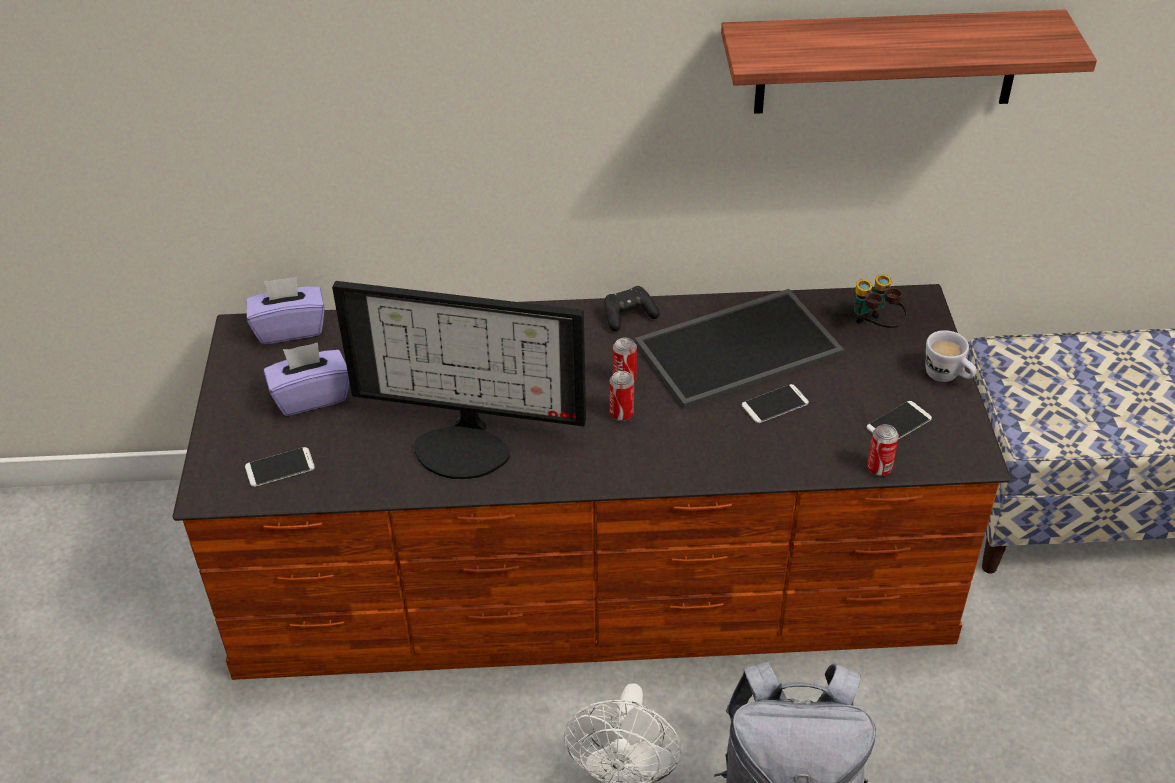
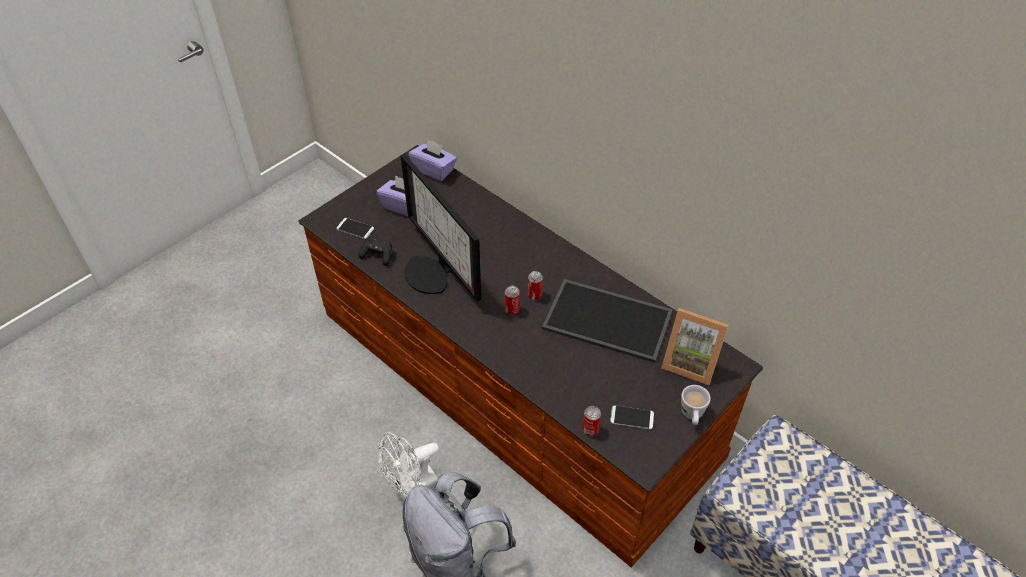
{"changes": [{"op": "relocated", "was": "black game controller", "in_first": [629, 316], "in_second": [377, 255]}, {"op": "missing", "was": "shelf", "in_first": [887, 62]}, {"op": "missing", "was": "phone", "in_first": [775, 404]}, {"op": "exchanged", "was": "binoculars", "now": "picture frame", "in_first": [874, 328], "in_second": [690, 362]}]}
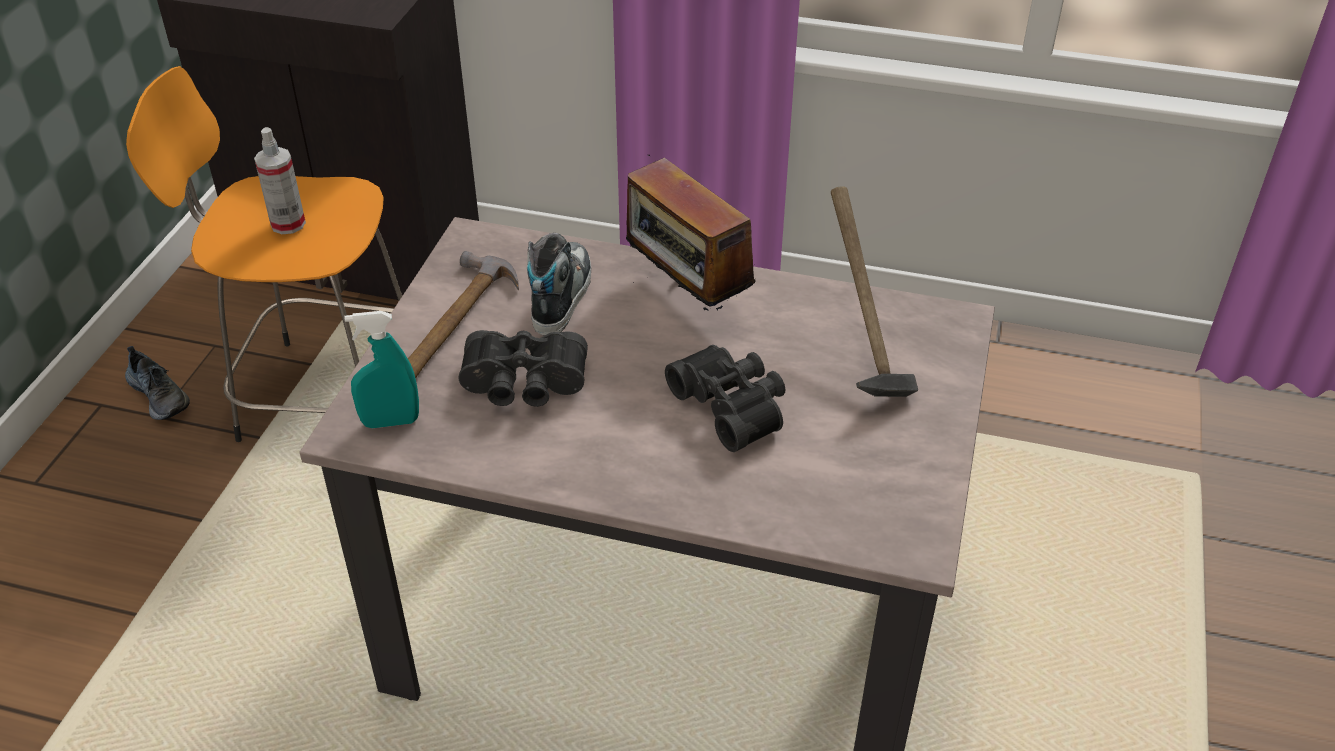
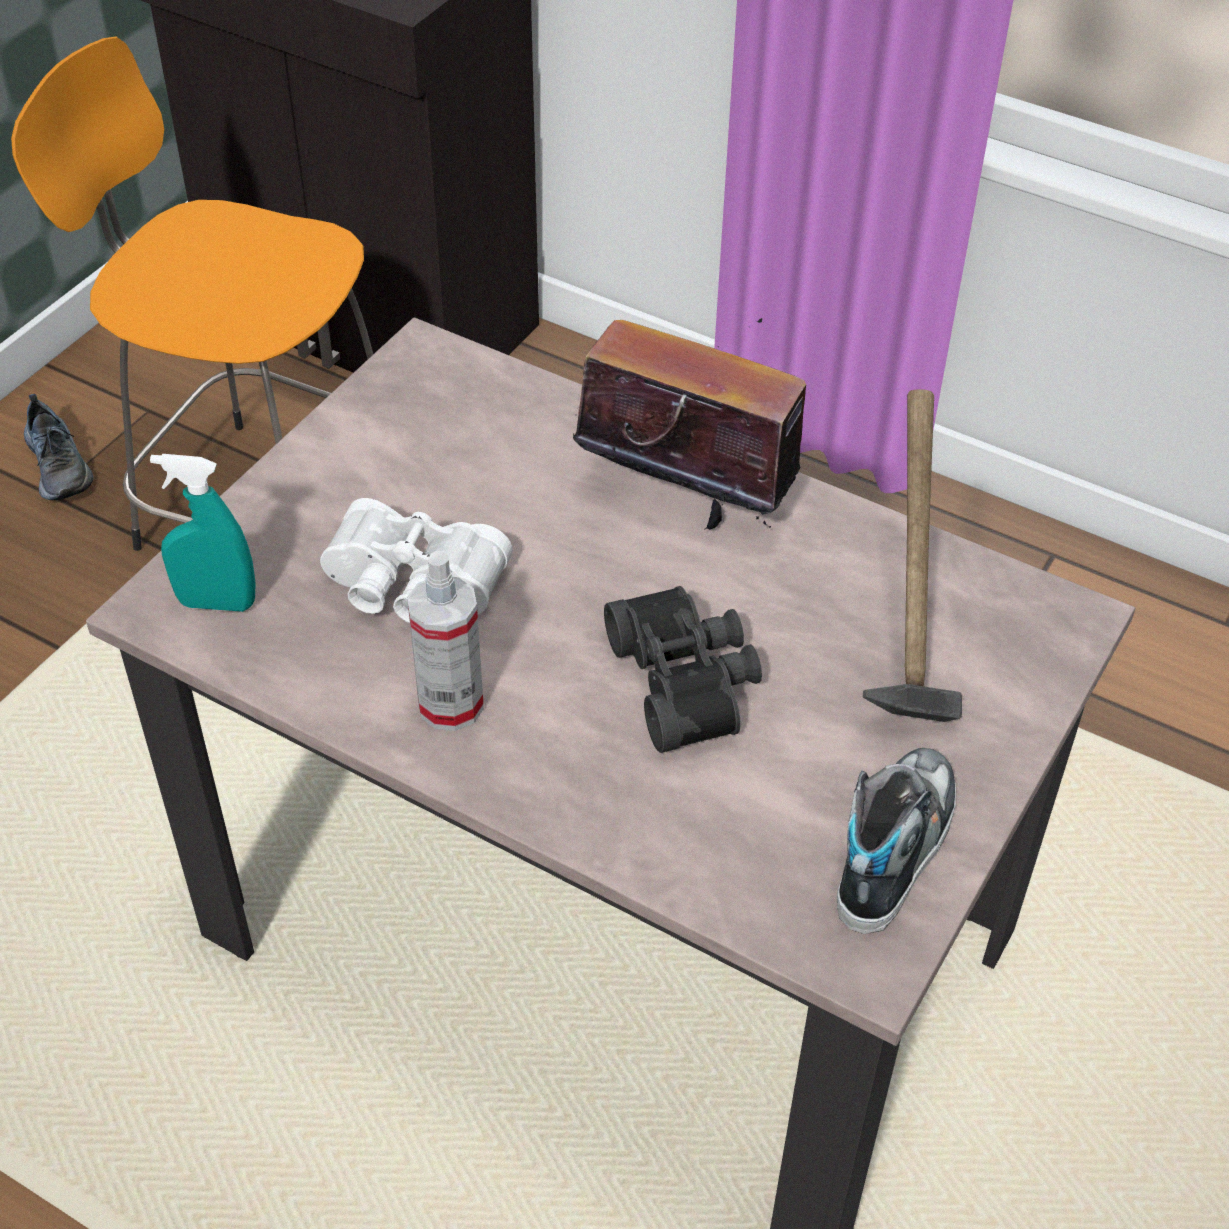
{"changes": [{"op": "relocated", "was": "spray bottle", "in_first": [288, 224], "in_second": [451, 705]}, {"op": "missing", "was": "hammer", "in_first": [454, 323]}, {"op": "colour", "was": "black binoculars", "now": "white binoculars", "in_first": [524, 385], "in_second": [411, 587]}, {"op": "relocated", "was": "shoe", "in_first": [560, 295], "in_second": [893, 847]}, {"op": "spun", "was": "radio", "in_first": [686, 297], "in_second": [685, 501], "clockwise": 135}]}
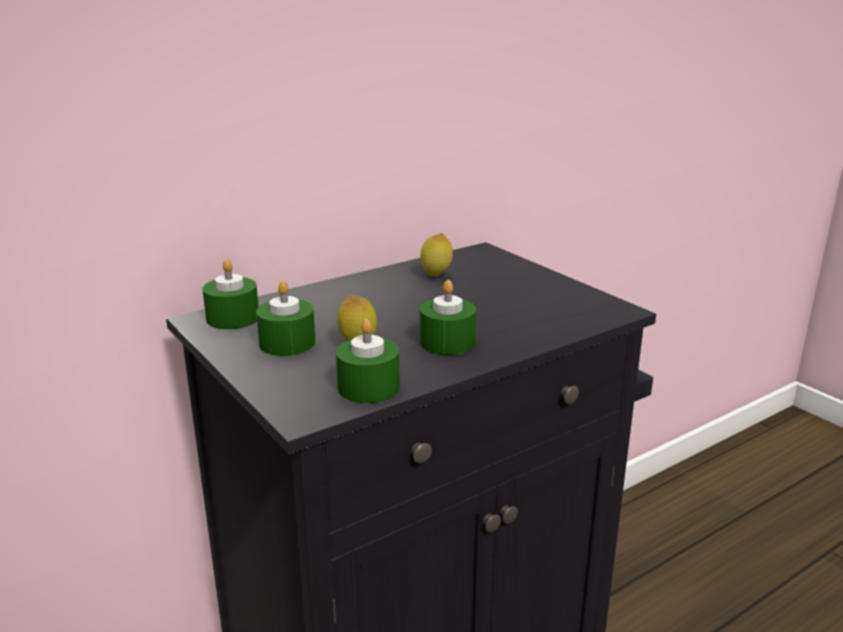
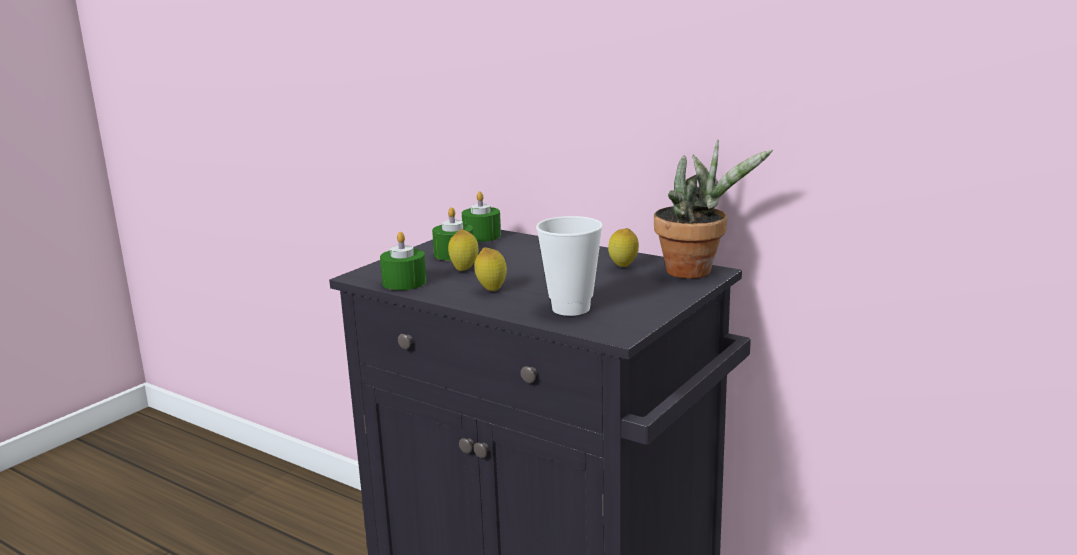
{"changes": [{"op": "exchanged", "was": "green candle", "now": "lemon", "in_first": [447, 342], "in_second": [491, 289]}, {"op": "appeared", "now": "cup", "in_second": [571, 308]}, {"op": "appeared", "now": "potted plant", "in_second": [696, 271]}]}
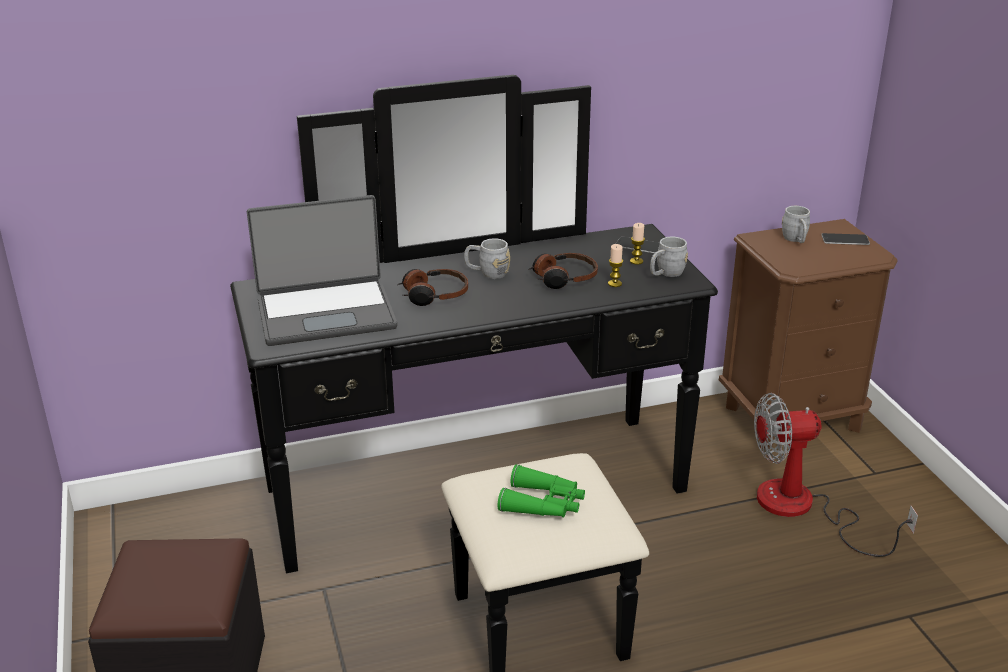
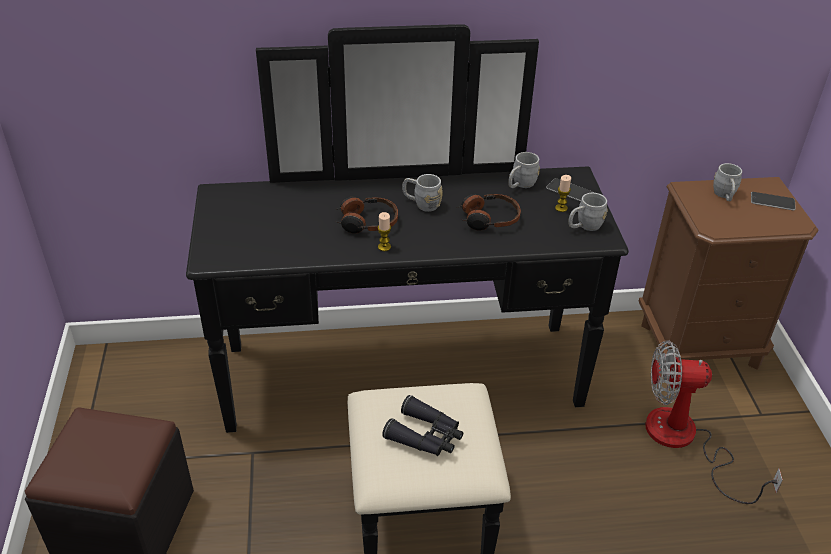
{"changes": [{"op": "missing", "was": "laptop", "in_first": [326, 313]}, {"op": "colour", "was": "green binoculars", "now": "black binoculars", "in_first": [543, 504], "in_second": [426, 436]}, {"op": "relocated", "was": "candle", "in_first": [614, 283], "in_second": [384, 247]}, {"op": "appeared", "now": "grey mug", "in_second": [520, 185]}]}
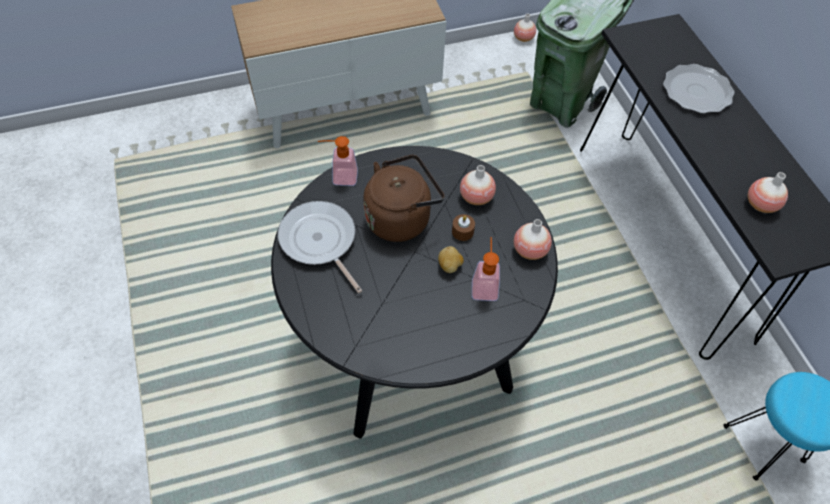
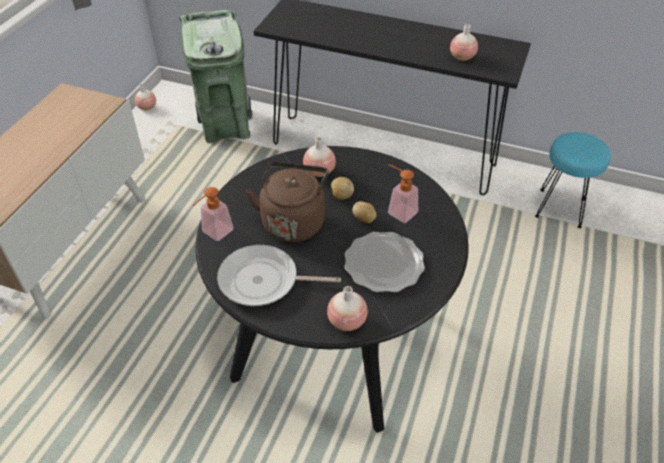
{"changes": [{"op": "exchanged", "was": "brown candle", "now": "potato", "in_first": [462, 231], "in_second": [341, 195]}, {"op": "relocated", "was": "vase", "in_first": [530, 250], "in_second": [347, 321]}, {"op": "relocated", "was": "plate", "in_first": [696, 91], "in_second": [383, 264]}]}
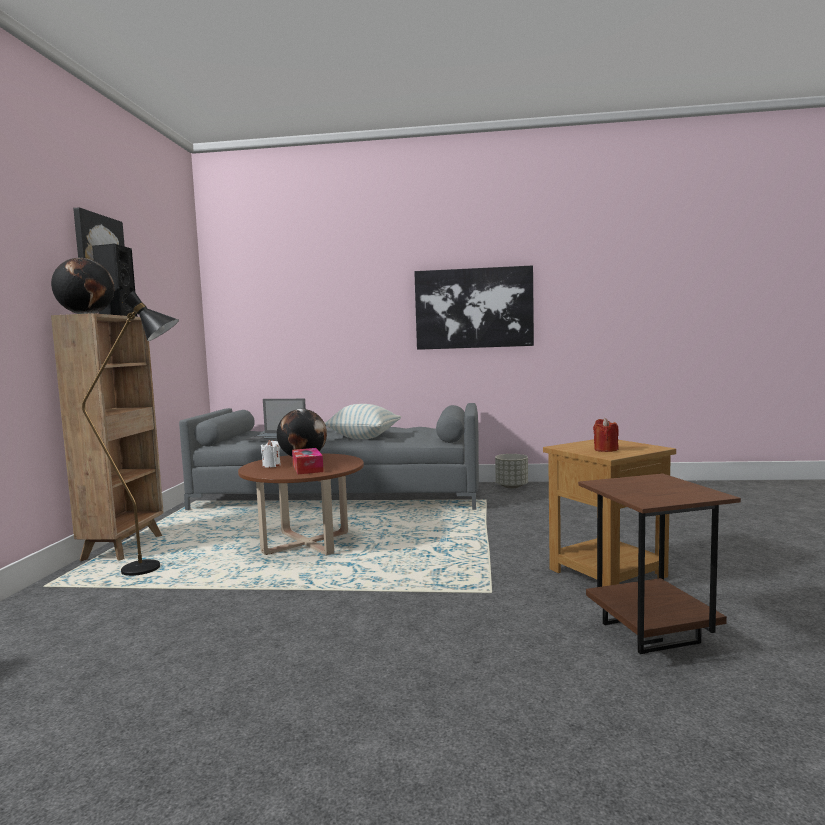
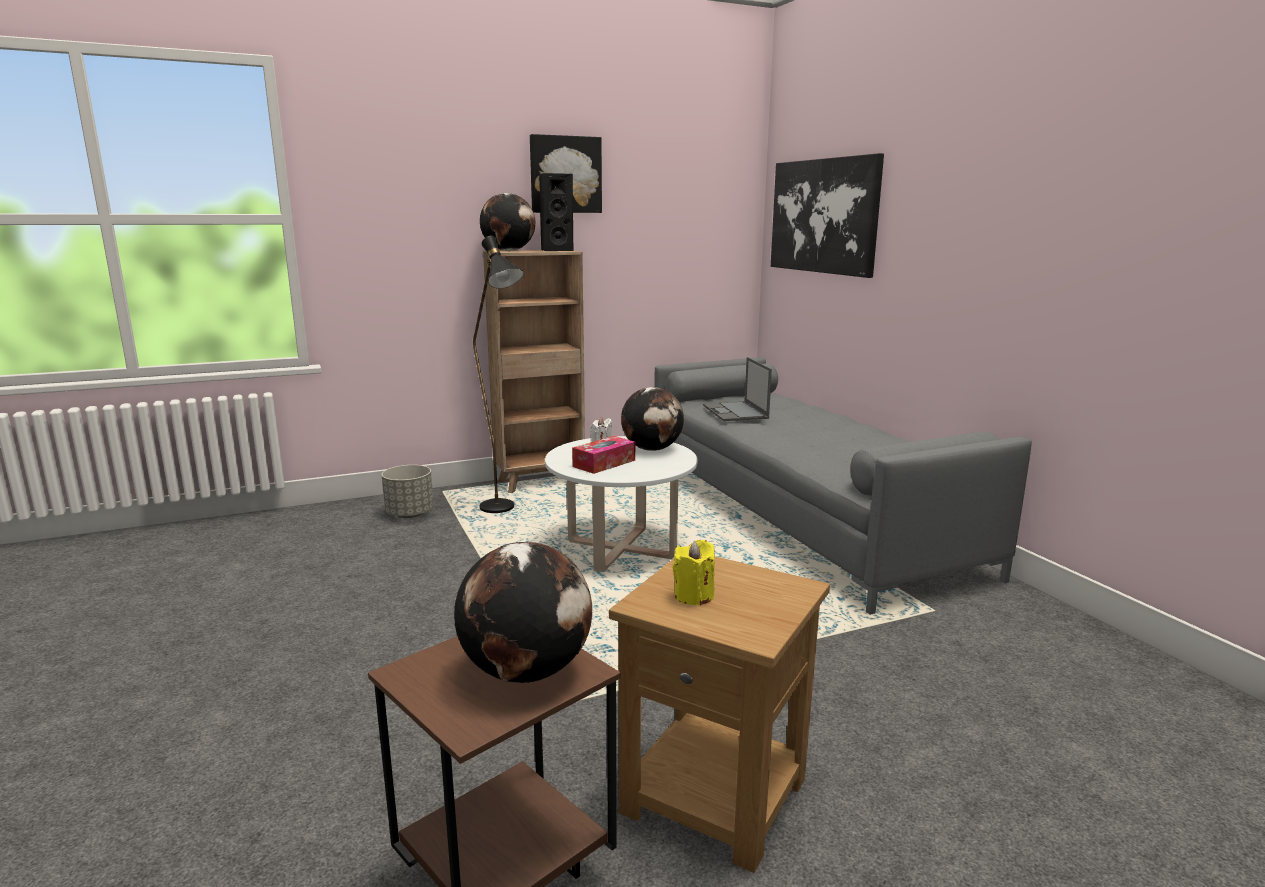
{"changes": [{"op": "colour", "was": "brown coffee table", "now": "white coffee table", "in_first": [306, 544], "in_second": [621, 550]}, {"op": "missing", "was": "pillow", "in_first": [363, 437]}, {"op": "relocated", "was": "picture", "in_first": [473, 308], "in_second": [823, 216]}, {"op": "relocated", "was": "grey planter", "in_first": [512, 486], "in_second": [410, 514]}, {"op": "colour", "was": "red candle", "now": "yellow candle", "in_first": [605, 450], "in_second": [694, 596]}, {"op": "appeared", "now": "globe", "in_second": [526, 671]}]}
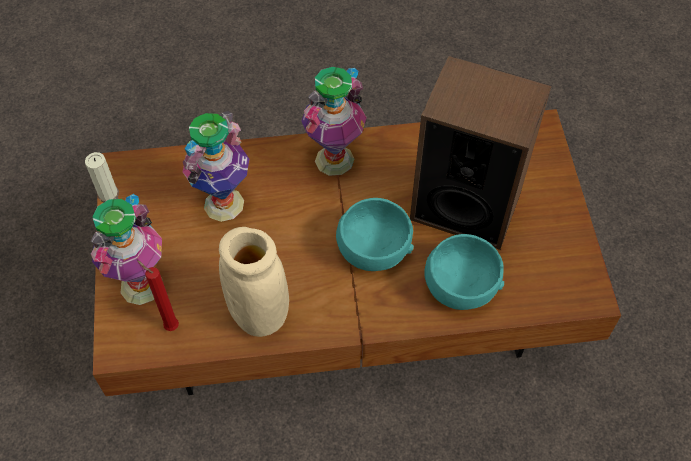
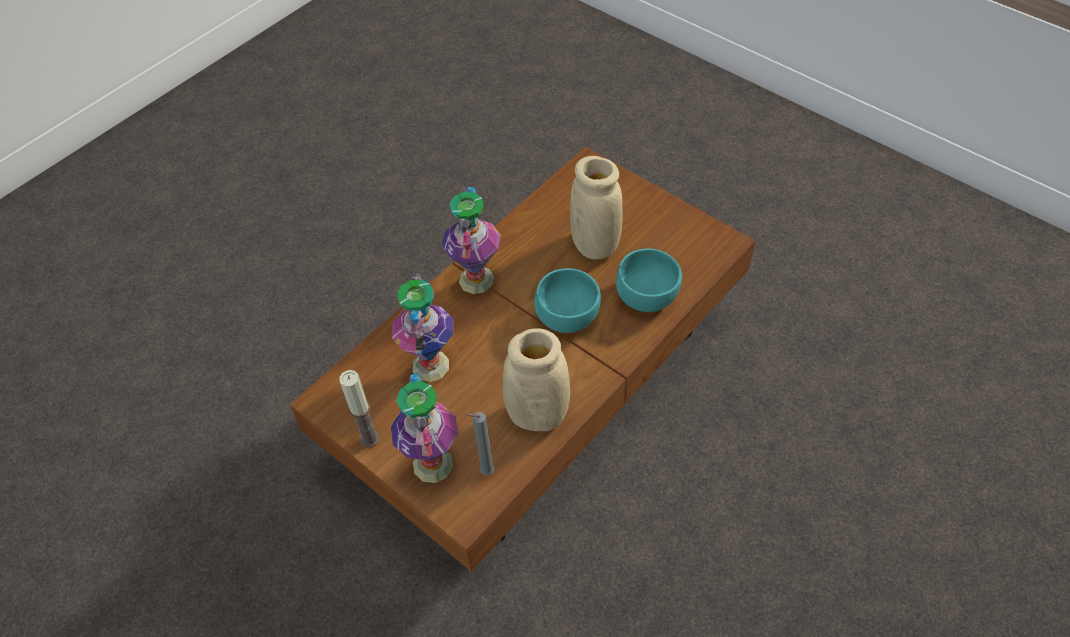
{"changes": [{"op": "colour", "was": "red candle", "now": "grey candle", "in_first": [169, 325], "in_second": [485, 472]}, {"op": "exchanged", "was": "speaker", "now": "beige vase", "in_first": [465, 205], "in_second": [595, 245]}]}
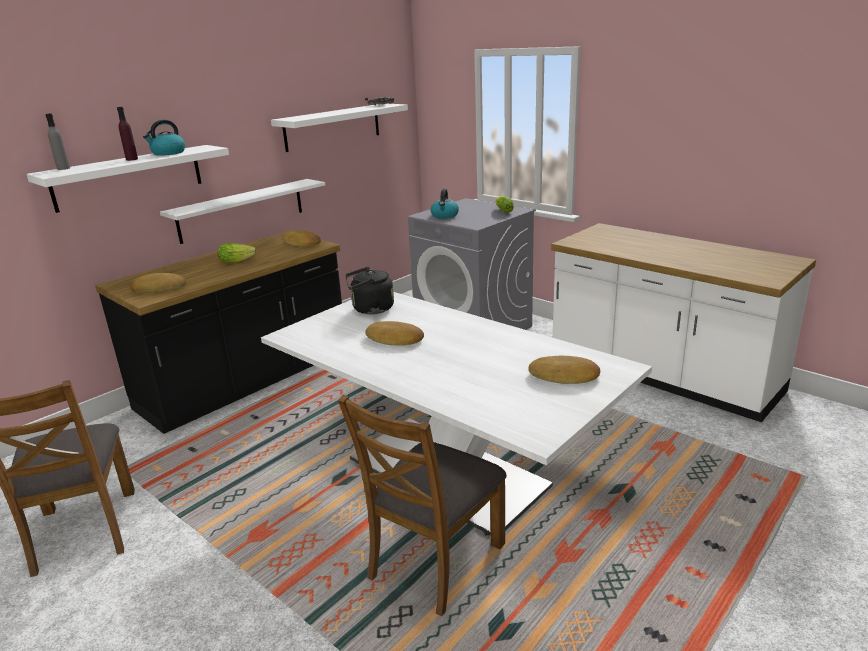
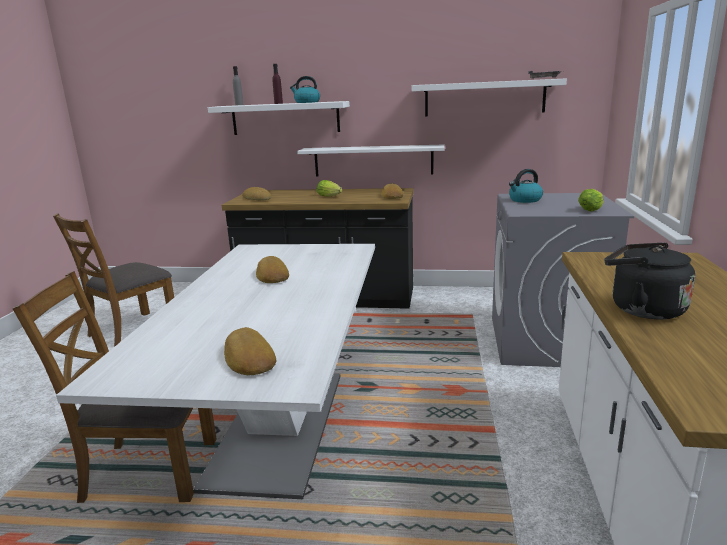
{"changes": [{"op": "relocated", "was": "black kettle", "in_first": [370, 309], "in_second": [642, 309]}]}
